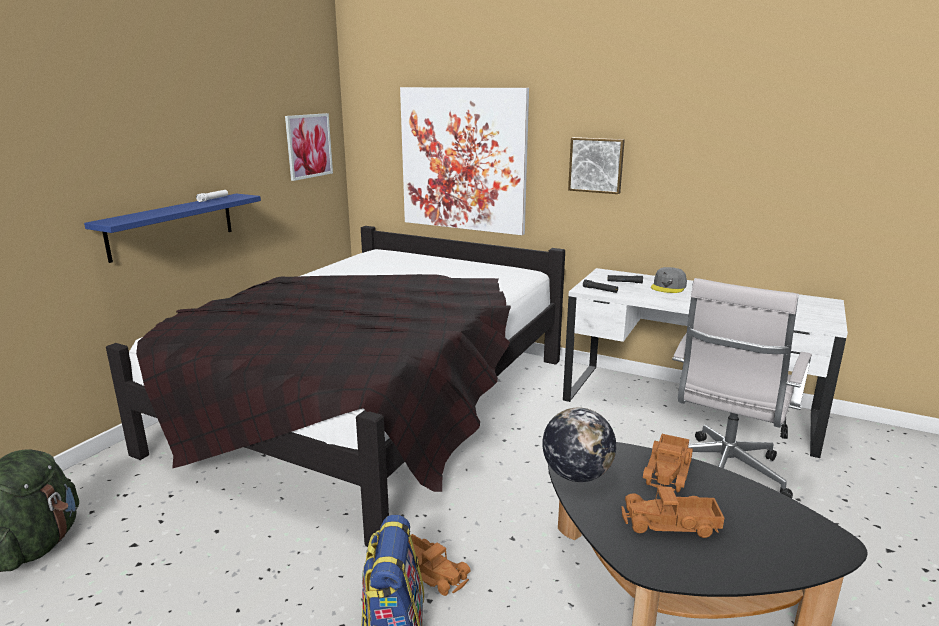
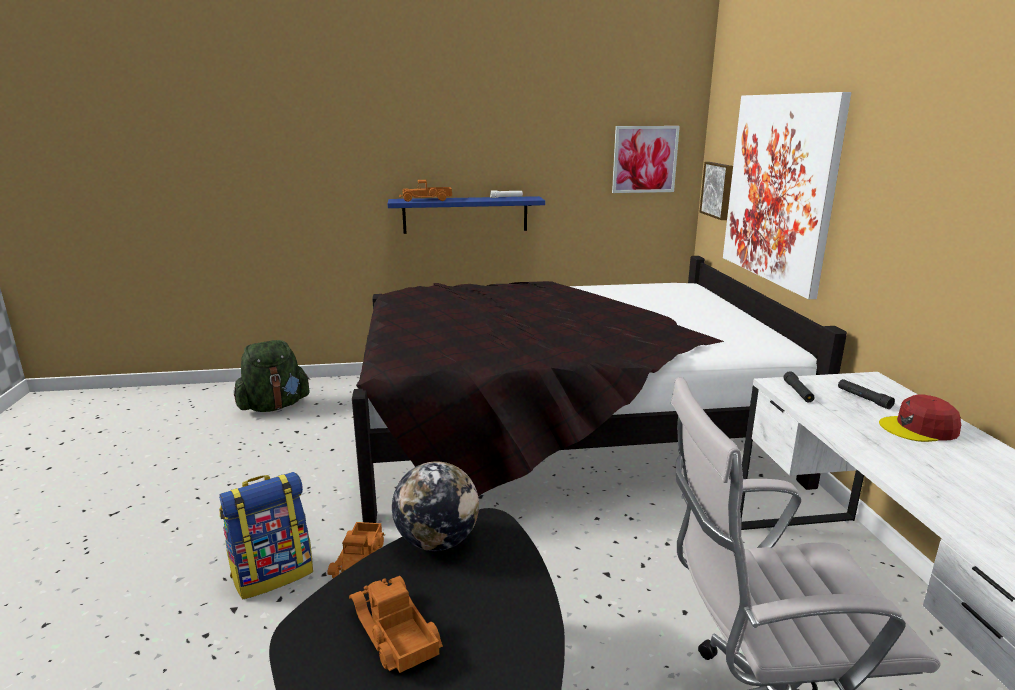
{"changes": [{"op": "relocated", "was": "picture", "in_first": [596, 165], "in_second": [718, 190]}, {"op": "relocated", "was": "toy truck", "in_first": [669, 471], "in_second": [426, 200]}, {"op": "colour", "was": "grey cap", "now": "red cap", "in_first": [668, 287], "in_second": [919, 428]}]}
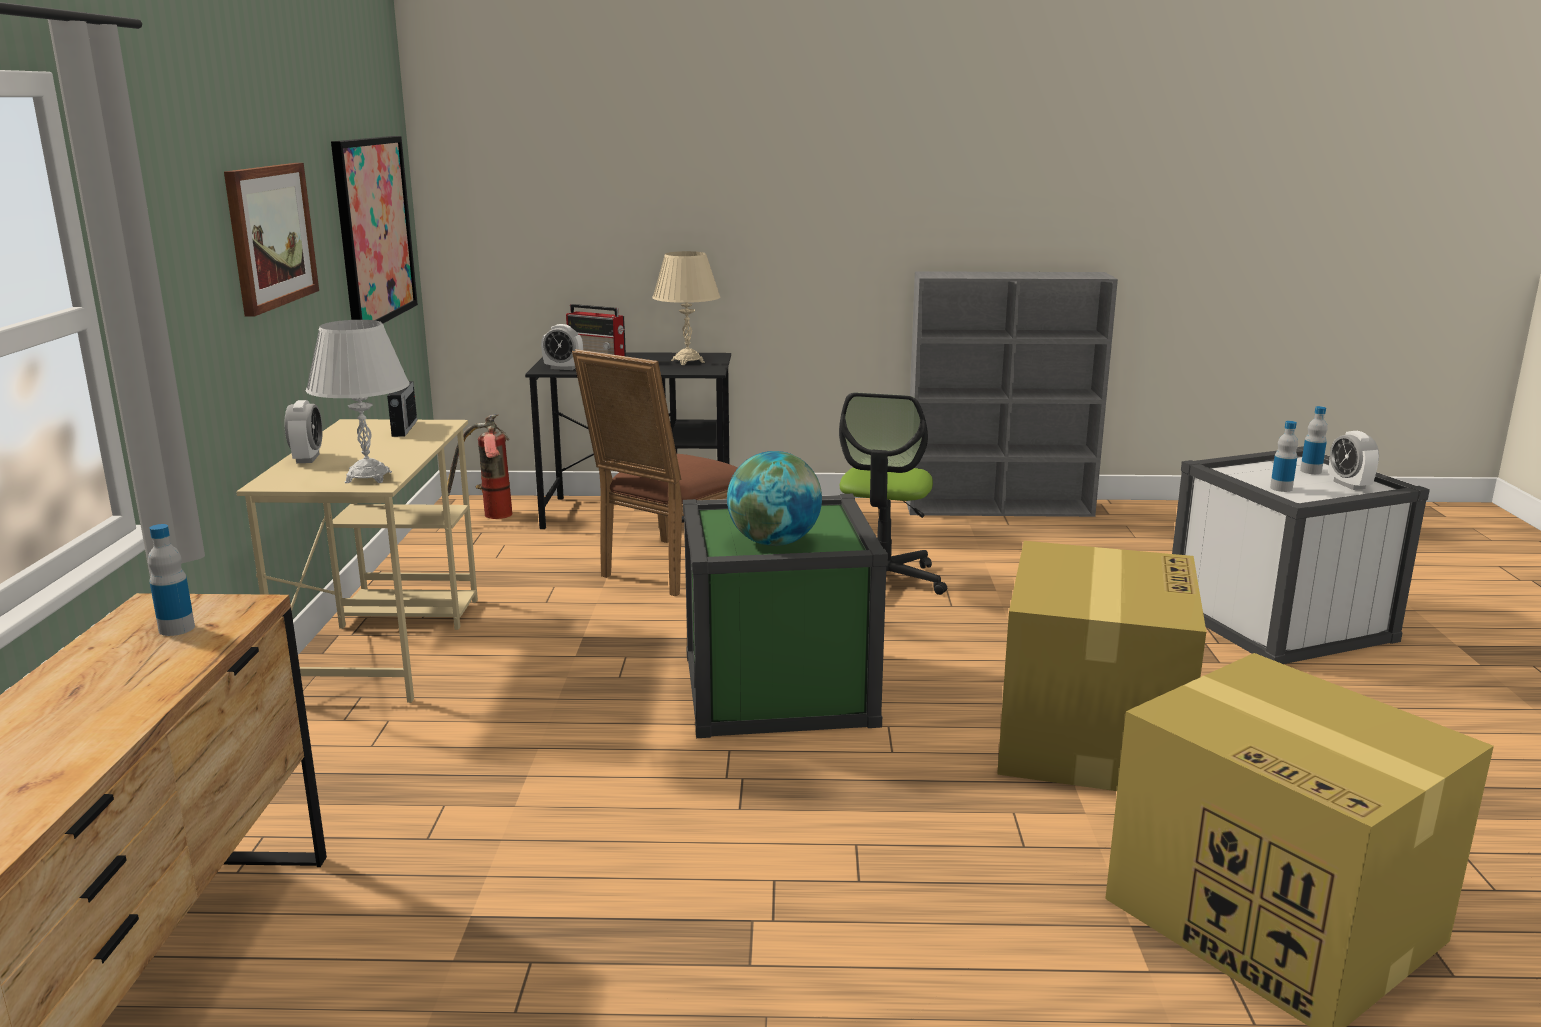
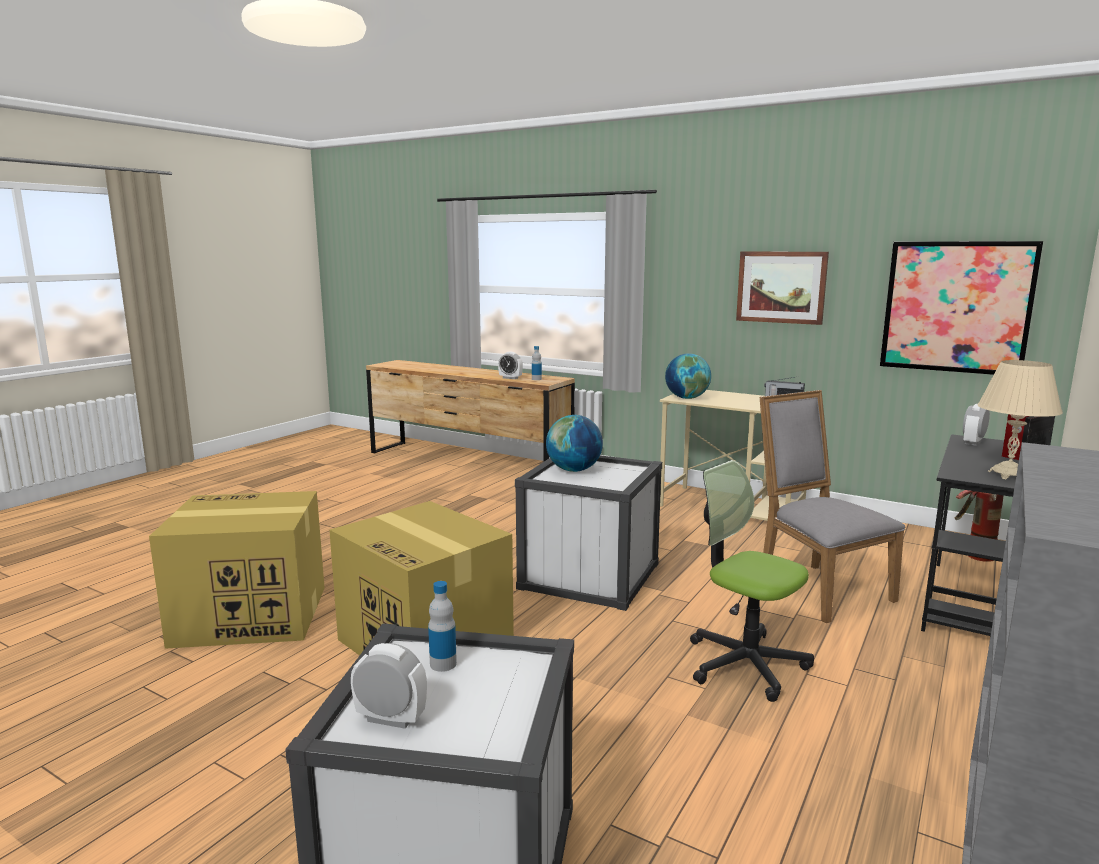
{"changes": [{"op": "relocated", "was": "alarm clock", "in_first": [307, 458], "in_second": [510, 378]}, {"op": "exchanged", "was": "white table lamp", "now": "globe", "in_first": [368, 477], "in_second": [687, 398]}, {"op": "colour", "was": "brown chair", "now": "grey chair", "in_first": [668, 570], "in_second": [818, 588]}, {"op": "colour", "was": "green storage box", "now": "white storage box", "in_first": [779, 689], "in_second": [590, 576]}, {"op": "missing", "was": "bottle", "in_first": [1310, 471]}]}
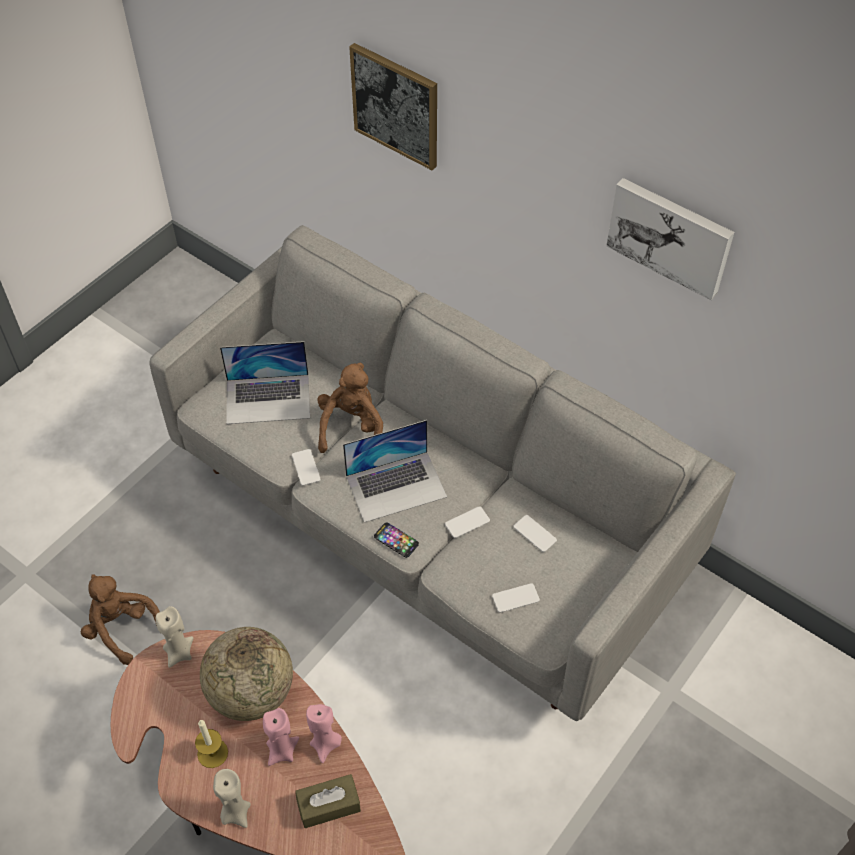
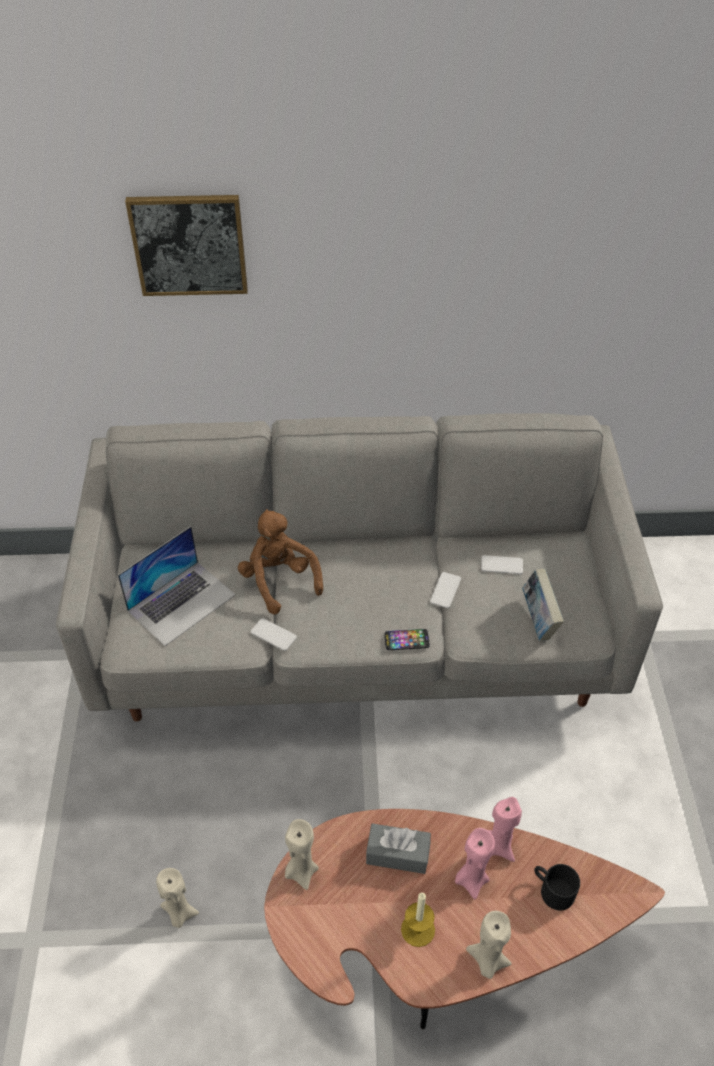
{"changes": [{"op": "exchanged", "was": "brown plush toy", "now": "beige candle", "in_first": [122, 628], "in_second": [179, 913]}, {"op": "exchanged", "was": "globe", "now": "grey tissue box", "in_first": [251, 692], "in_second": [397, 854]}, {"op": "exchanged", "was": "brown tissue box", "now": "black mug", "in_first": [329, 805], "in_second": [552, 890]}, {"op": "missing", "was": "laptop", "in_first": [396, 486]}, {"op": "exchanged", "was": "phone", "now": "book", "in_first": [515, 598], "in_second": [538, 620]}, {"op": "missing", "was": "picture", "in_first": [670, 236]}]}
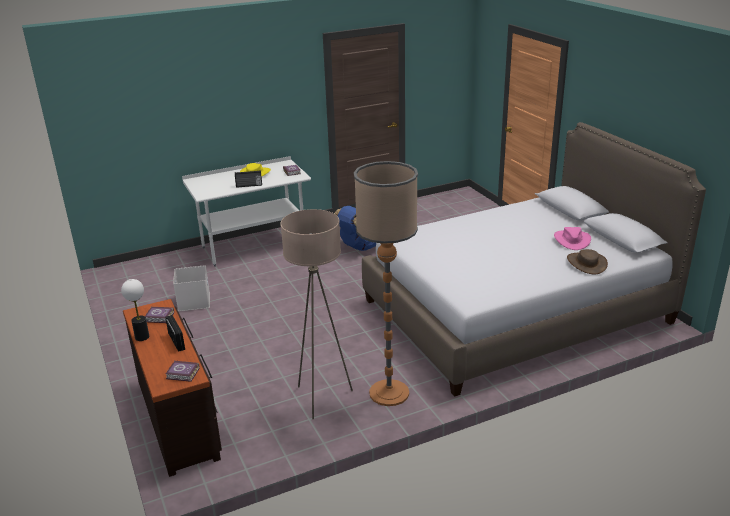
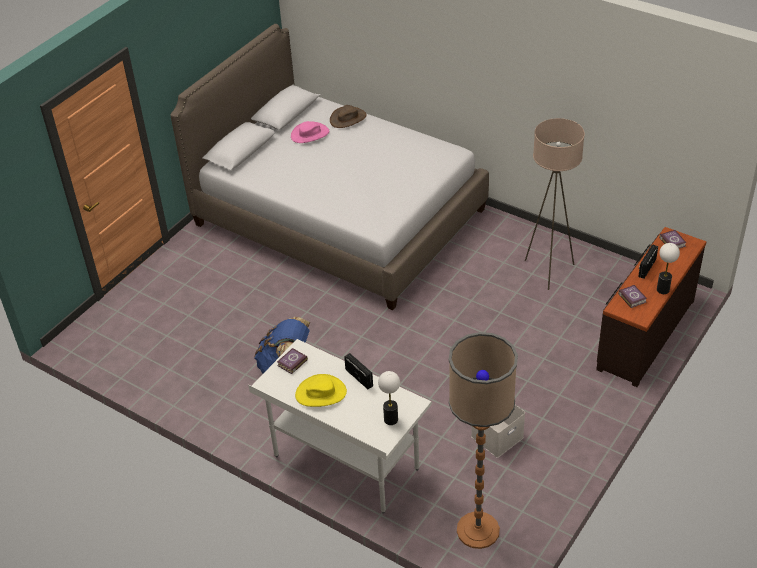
{"changes": [{"op": "relocated", "was": "floor lamp", "in_first": [389, 393], "in_second": [478, 530]}, {"op": "appeared", "now": "table lamp", "in_second": [390, 419]}]}
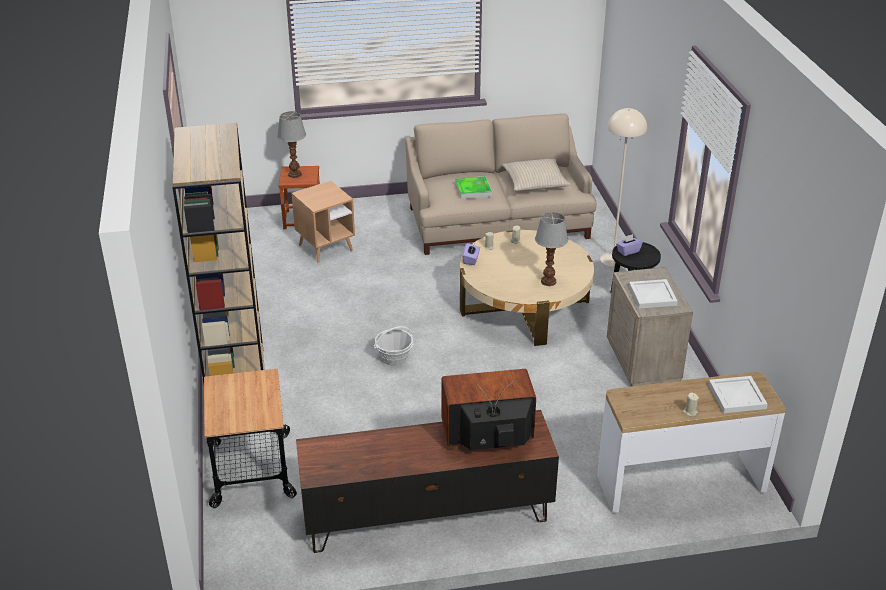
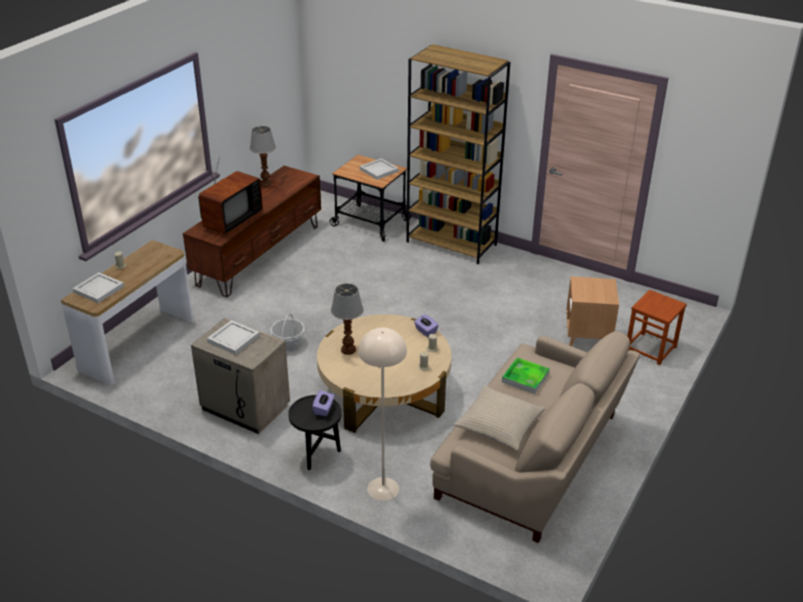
{"changes": [{"op": "relocated", "was": "table lamp", "in_first": [295, 174], "in_second": [265, 183]}, {"op": "relocated", "was": "basket", "in_first": [394, 357], "in_second": [288, 344]}, {"op": "appeared", "now": "white tray", "in_second": [379, 171]}]}
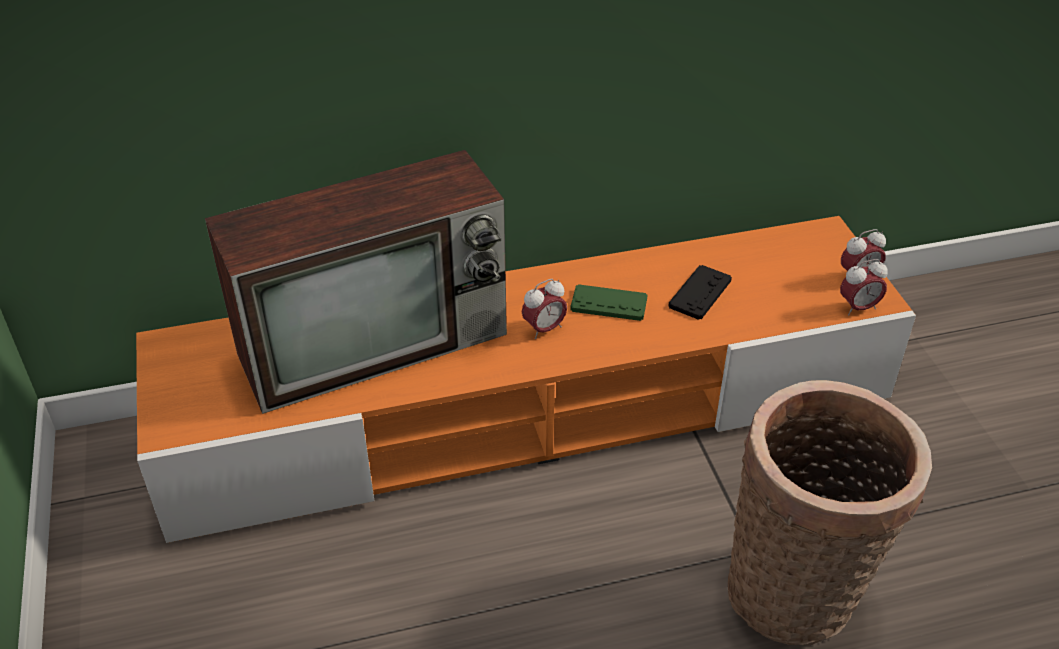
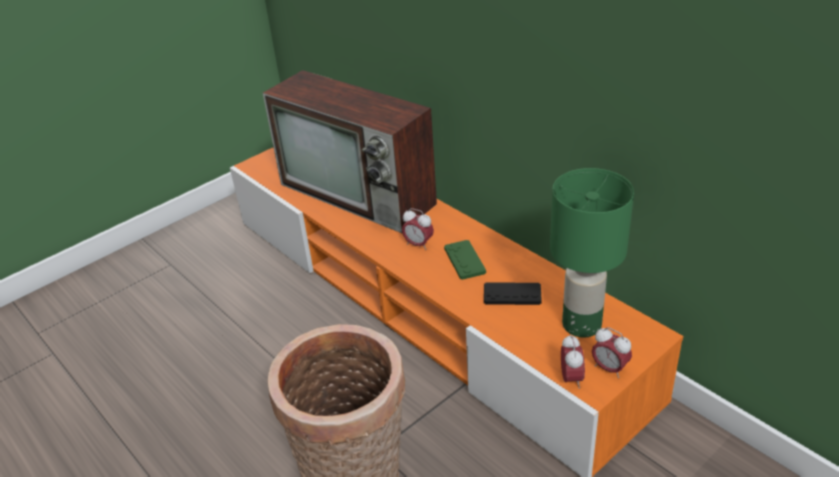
{"changes": [{"op": "spun", "was": "alarm clock", "in_first": [858, 308], "in_second": [571, 379], "clockwise": -135}, {"op": "appeared", "now": "green table lamp", "in_second": [581, 324]}]}
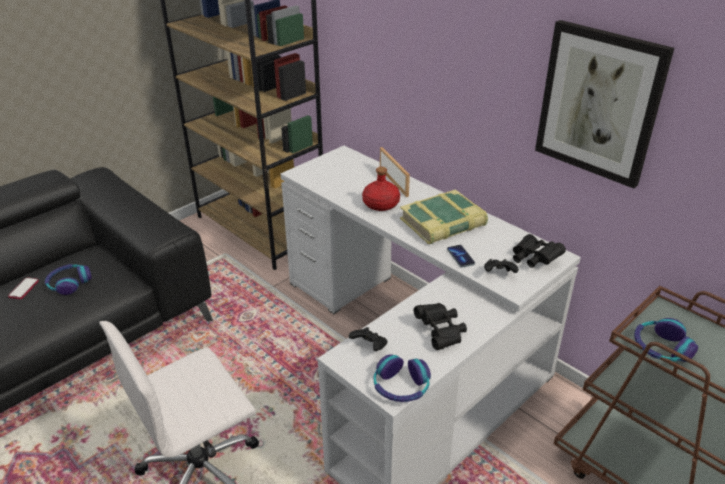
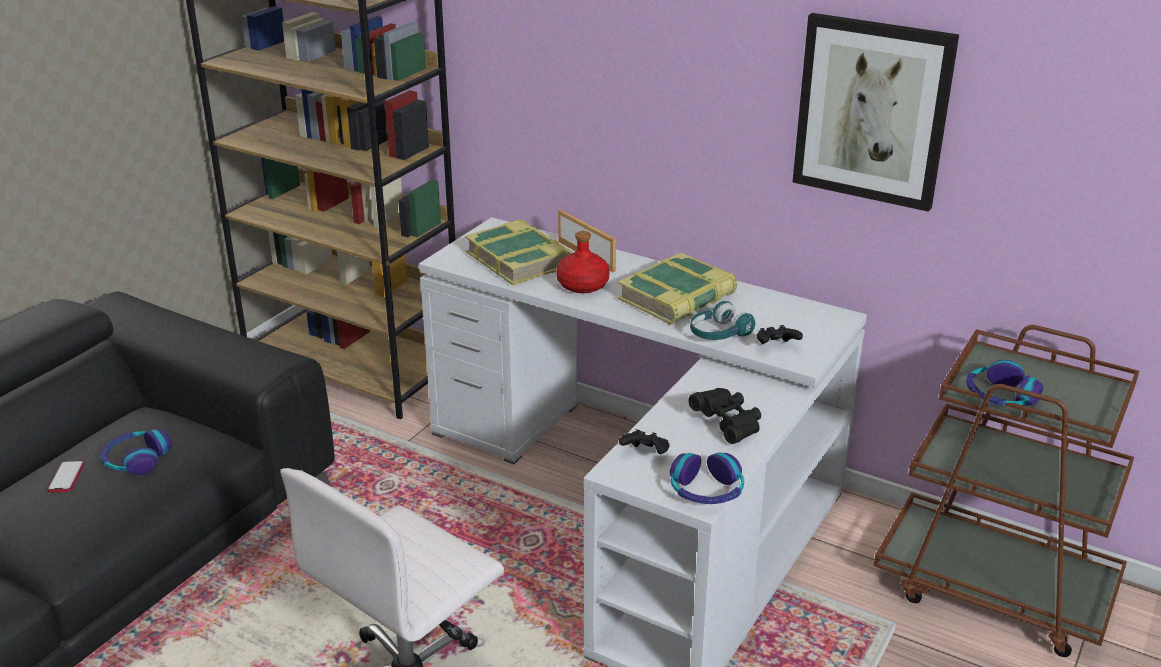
{"changes": [{"op": "exchanged", "was": "phone", "now": "turquoise headphones", "in_first": [460, 257], "in_second": [718, 334]}, {"op": "missing", "was": "black binoculars", "in_first": [533, 259]}, {"op": "appeared", "now": "book", "in_second": [519, 260]}]}
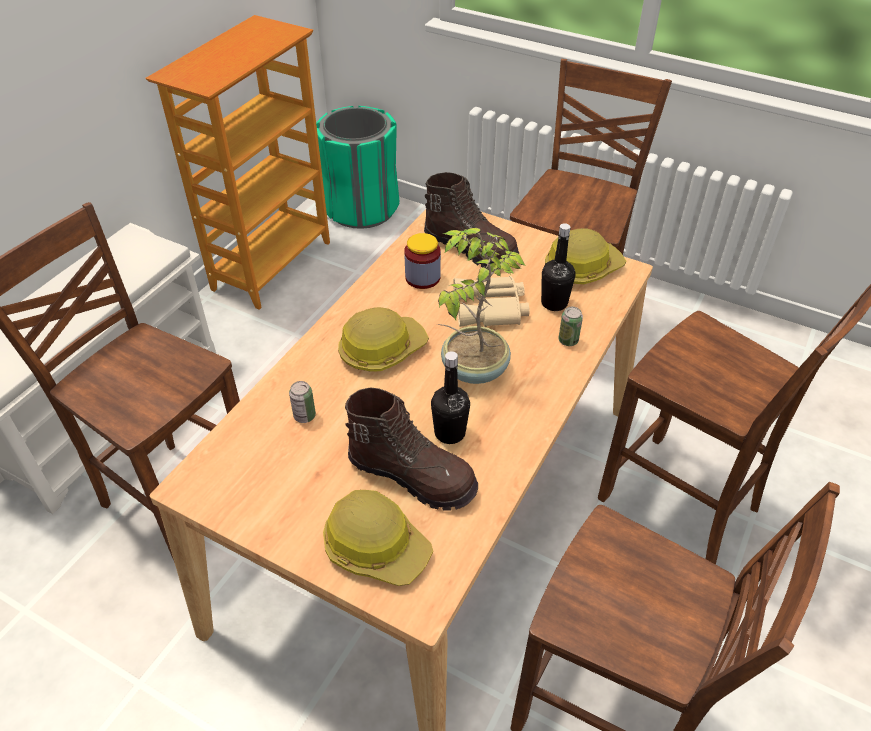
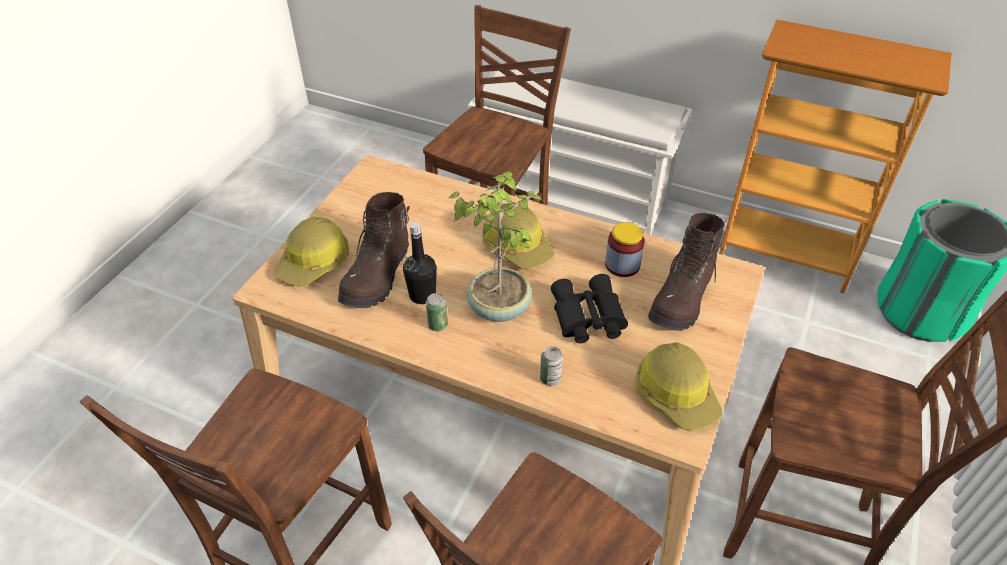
{"changes": [{"op": "relocated", "was": "can", "in_first": [304, 416], "in_second": [437, 325]}, {"op": "colour", "was": "beige binoculars", "now": "black binoculars", "in_first": [491, 309], "in_second": [586, 317]}, {"op": "missing", "was": "black bottle", "in_first": [554, 303]}]}
